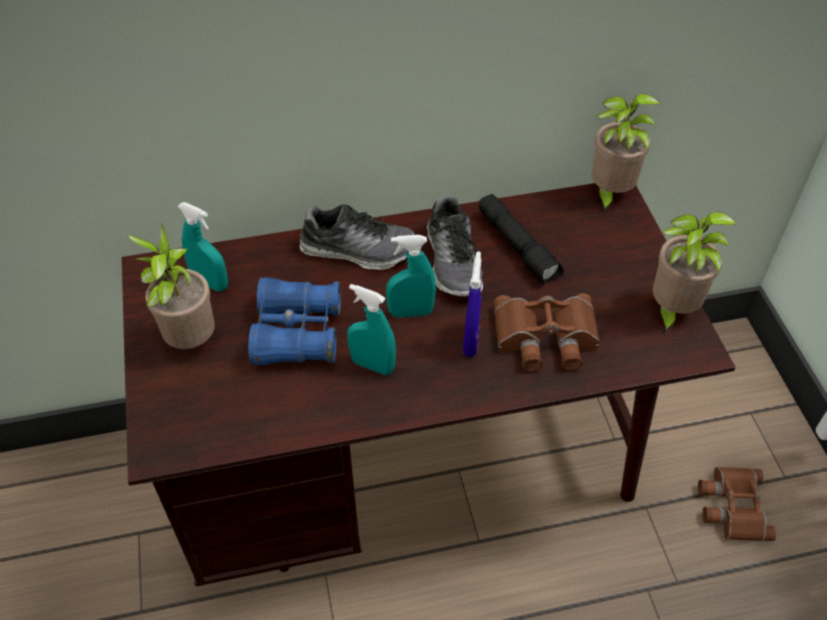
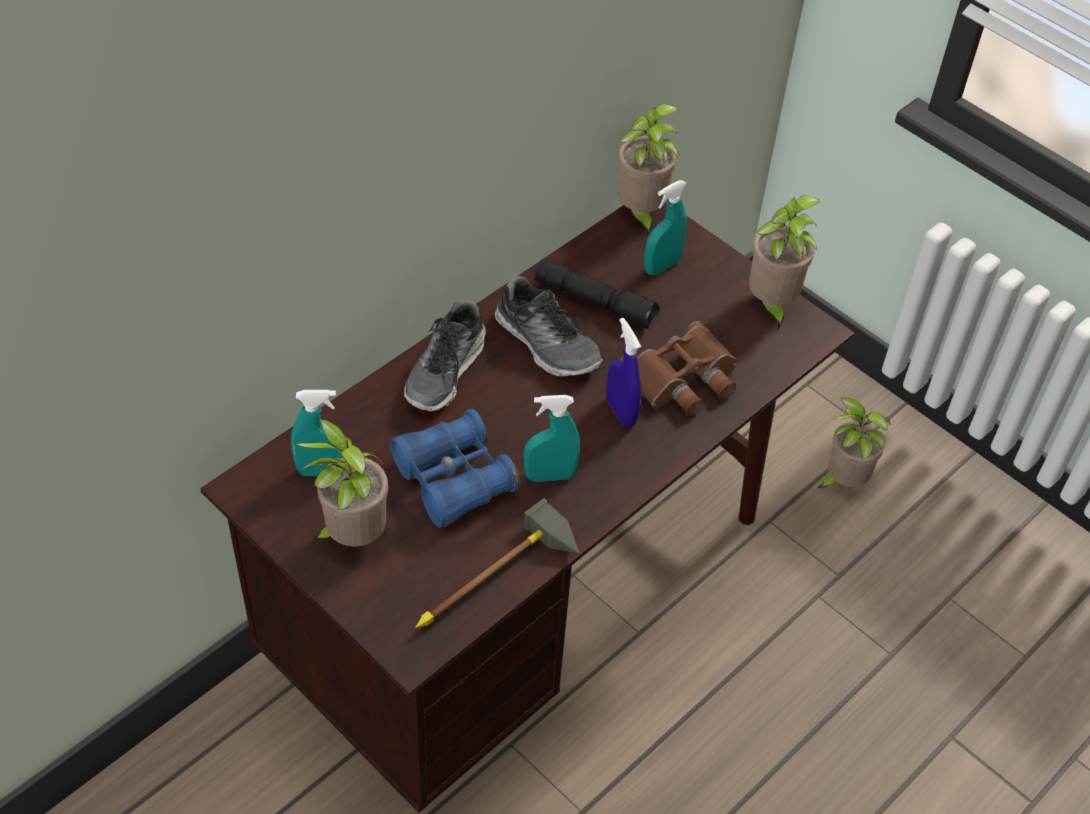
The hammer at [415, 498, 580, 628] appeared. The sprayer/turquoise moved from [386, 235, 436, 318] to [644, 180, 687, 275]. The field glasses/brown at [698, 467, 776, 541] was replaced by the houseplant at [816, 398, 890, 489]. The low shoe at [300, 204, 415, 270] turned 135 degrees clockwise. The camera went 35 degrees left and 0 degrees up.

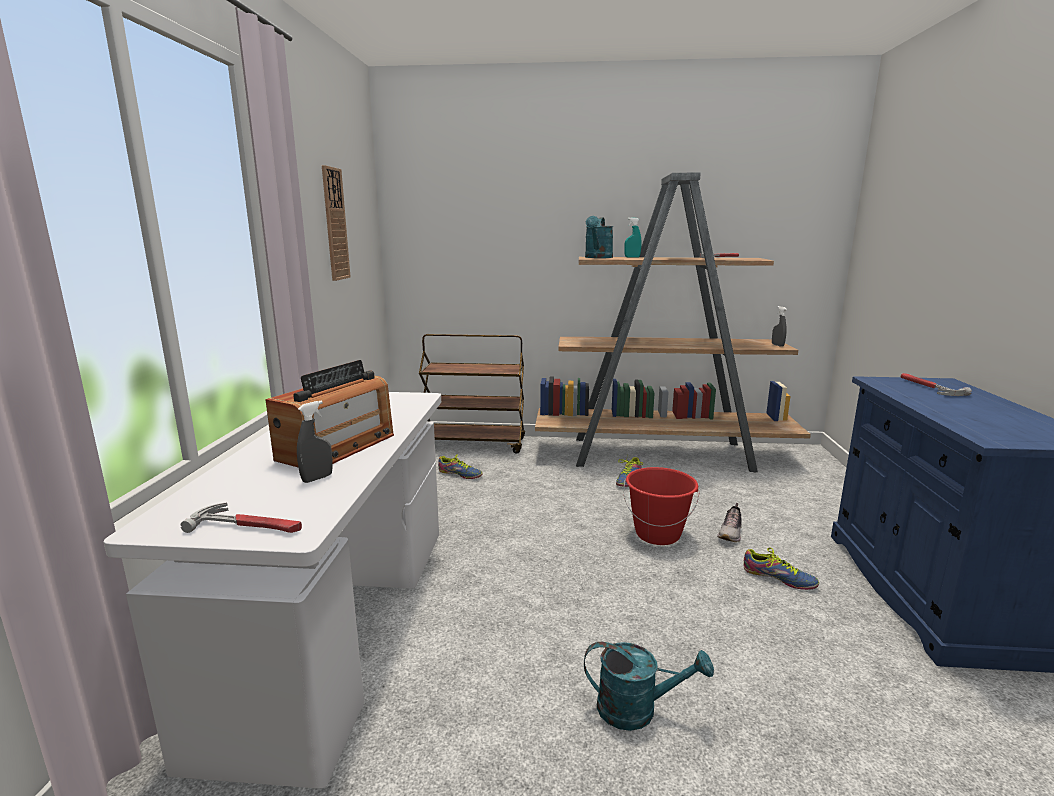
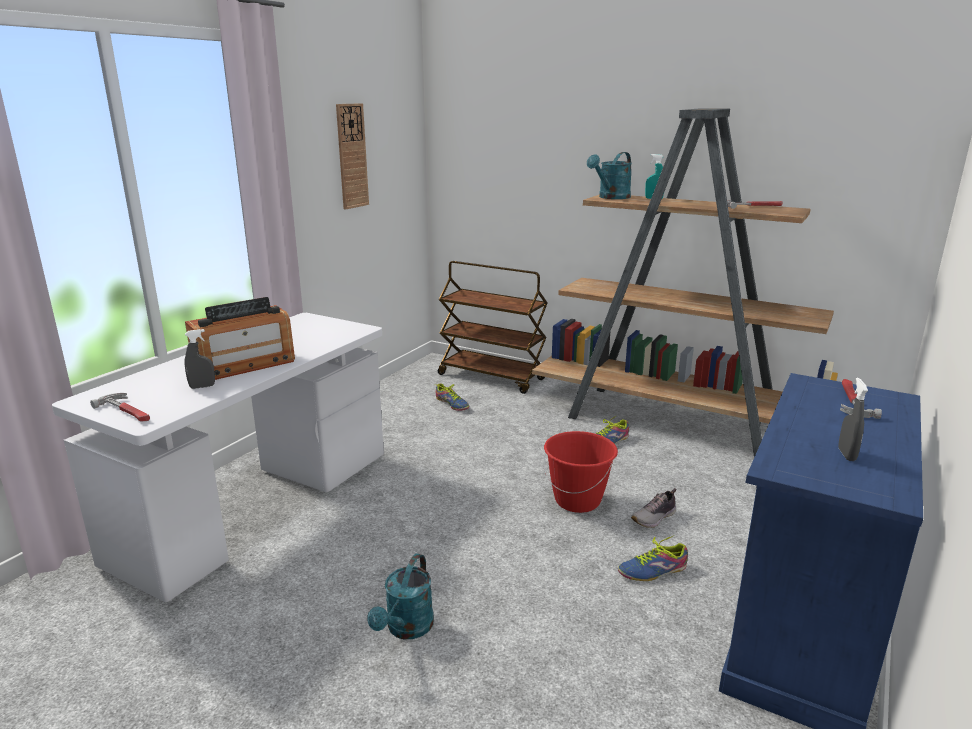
The sprayer/grey moved from [772, 306, 787, 347] to [838, 378, 868, 461]. The watering pot/turquoise at [584, 642, 714, 731] turned 75 degrees clockwise. The low shoe at [744, 548, 819, 590] turned 105 degrees clockwise. The camera went 25 degrees right and 5 degrees up.

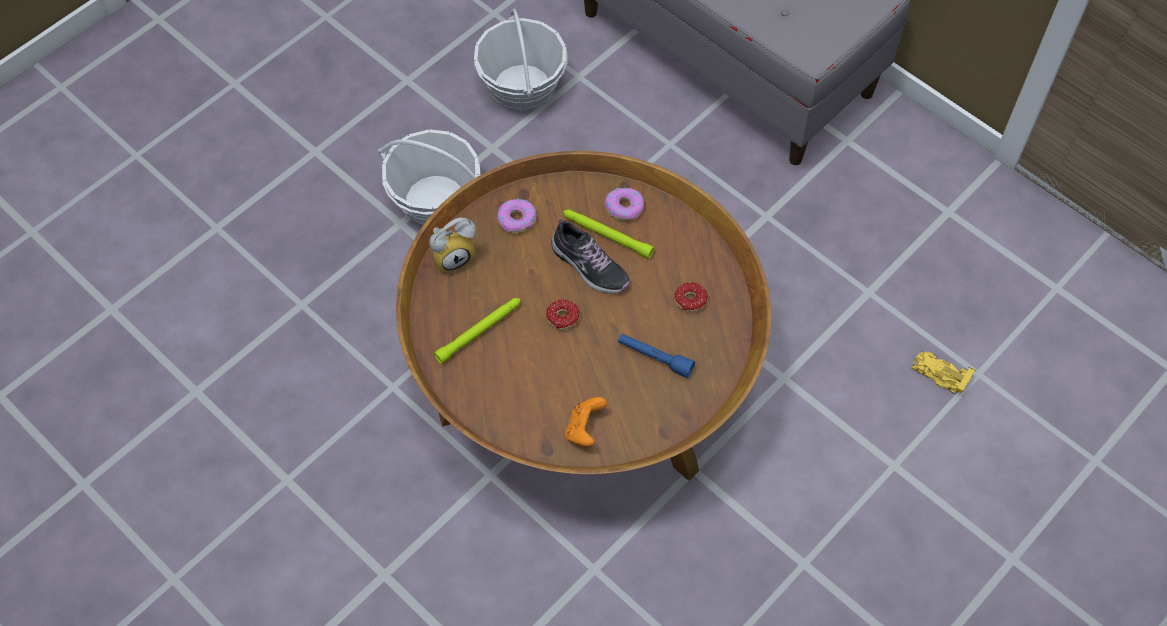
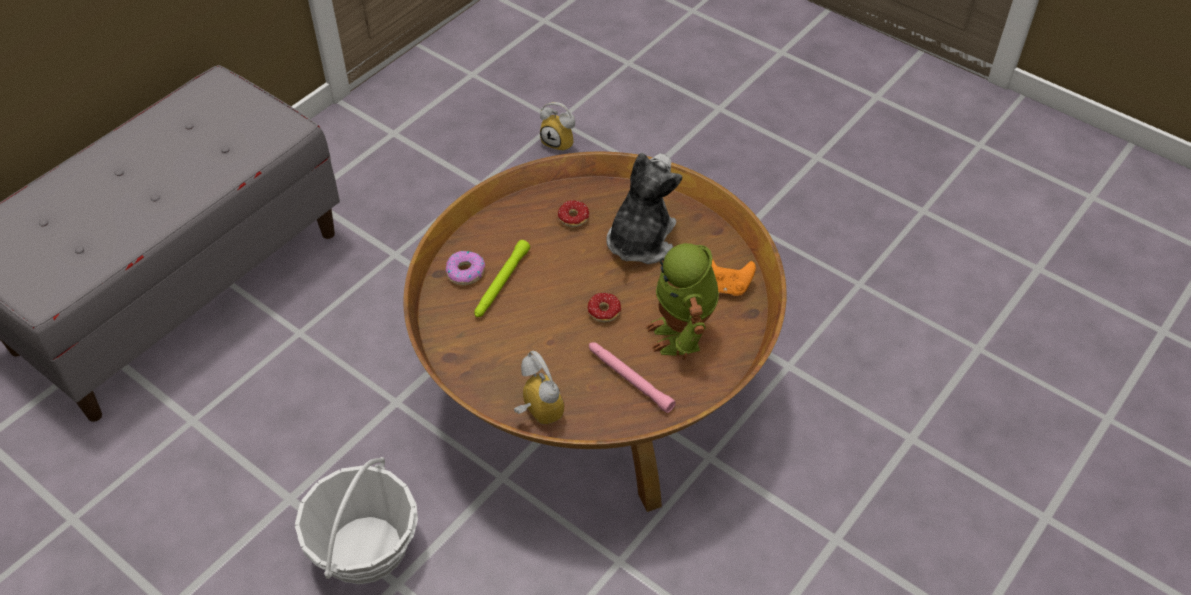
The household basket at [474, 9, 568, 112] disappeared. The donut at [497, 198, 537, 233] disappeared. The low shoe at [551, 218, 630, 293] disappeared. The robot figure at [646, 243, 719, 360] appeared. The hand torch/blue at [618, 333, 695, 378] was replaced by the plush toy at [607, 153, 682, 264]. The toy car/yellowish at [910, 351, 976, 394] was replaced by the bedside clock at [540, 102, 575, 152]. The hand torch/greenish at [434, 298, 521, 364] became the hand torch/pink at [589, 342, 676, 413]. The camera went 95 degrees left and 10 degrees down.

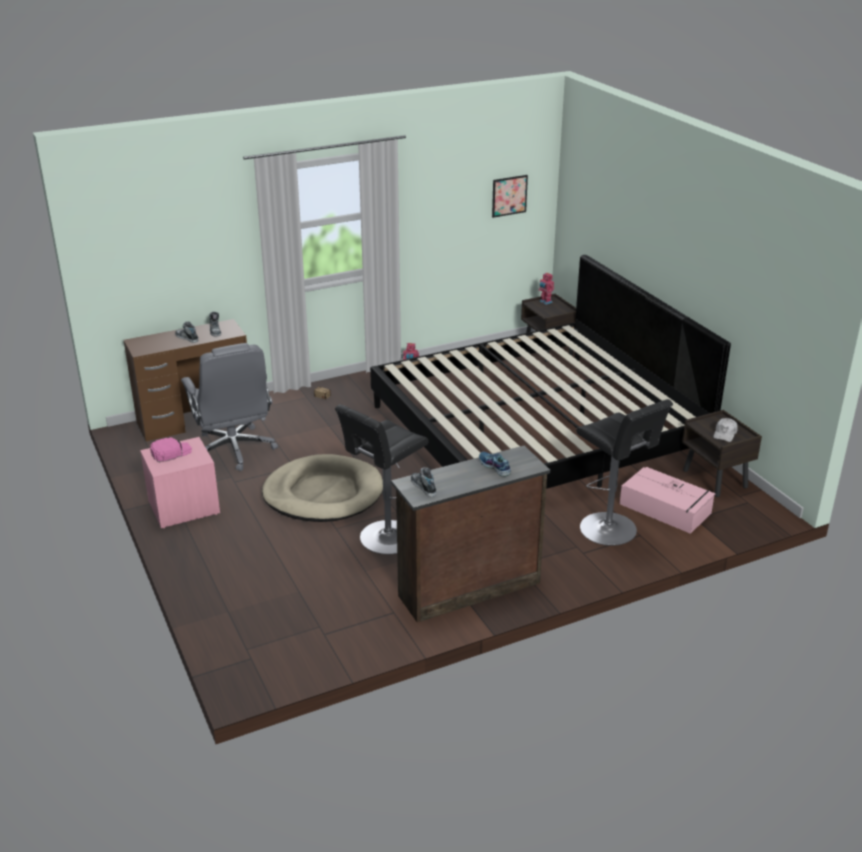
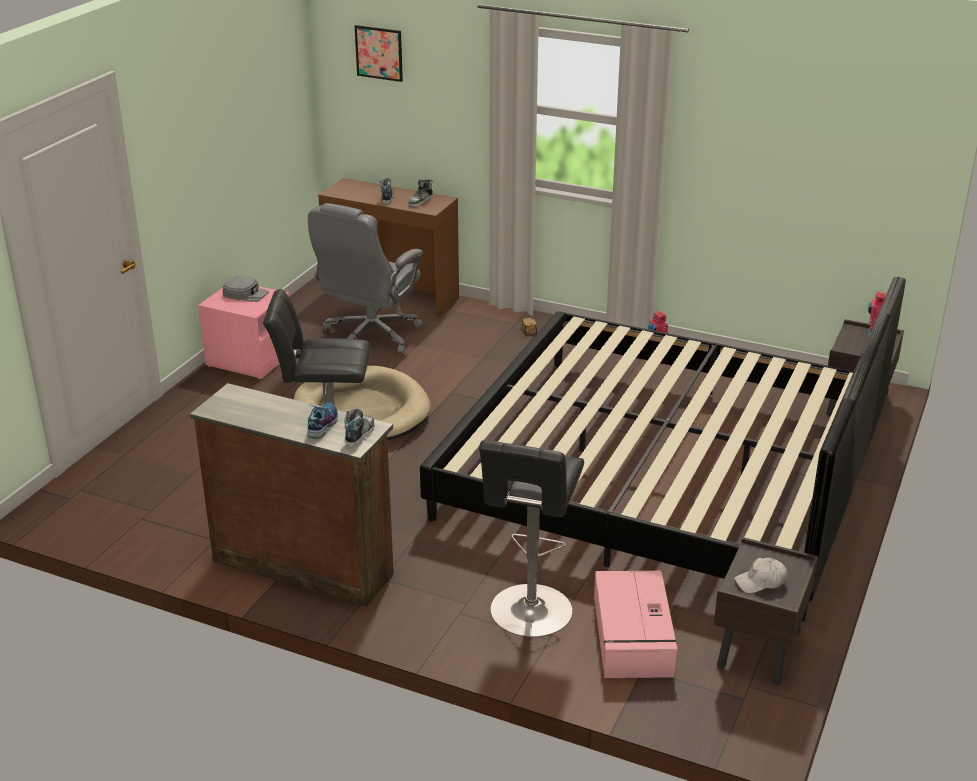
The low shoe moved from [411, 467, 436, 497] to [344, 408, 374, 447]. The picture moved from [492, 175, 528, 218] to [355, 25, 403, 82]. The peaked cap/pink at [150, 437, 192, 462] became the peaked cap/grey at [222, 276, 269, 302]. The camera went 50 degrees right and 0 degrees up.

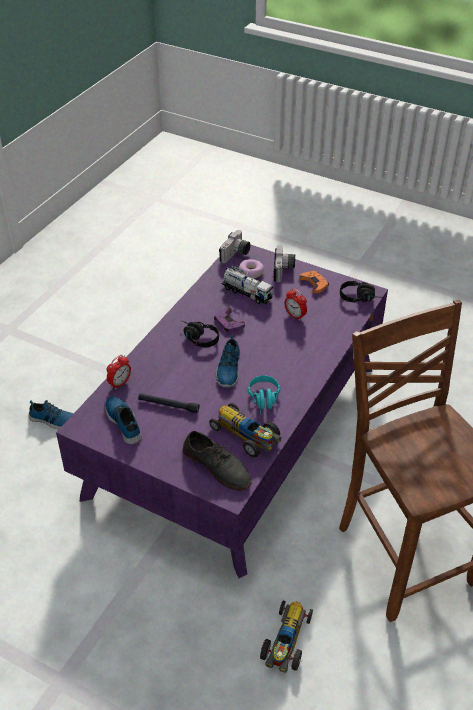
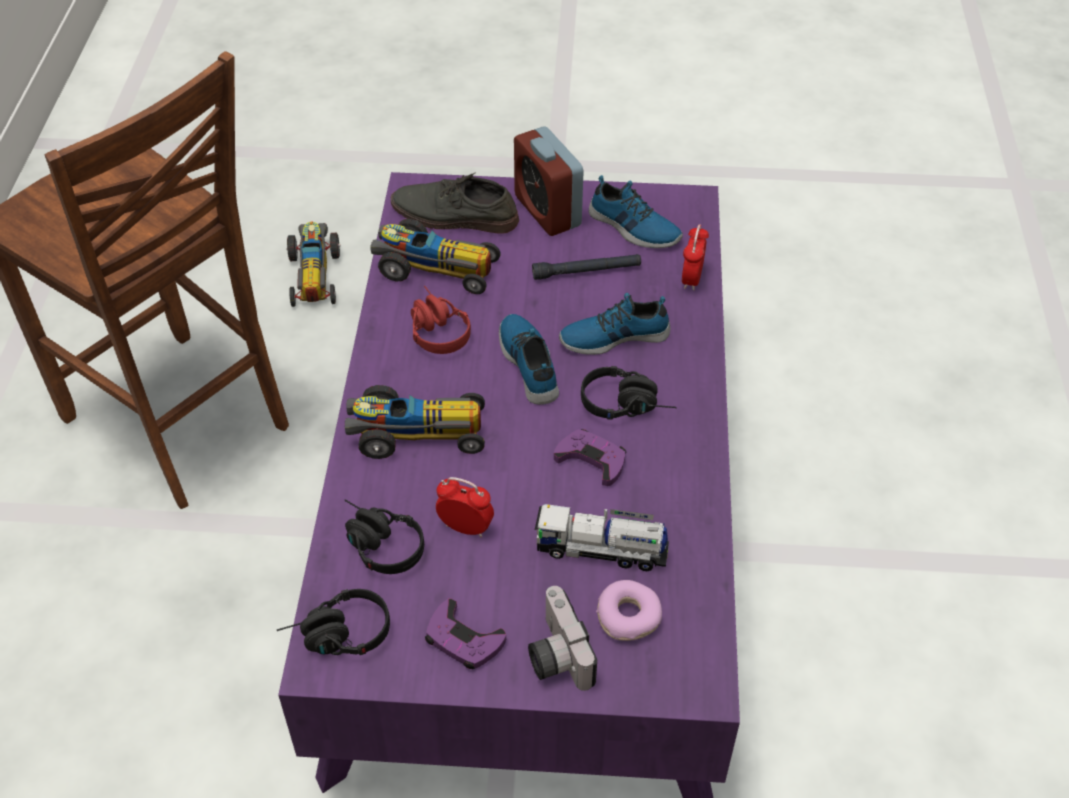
The photo camera at [219, 230, 251, 263] disappeared. The headset/black-coloured at [344, 499, 424, 574] appeared. The toy car at [345, 385, 485, 459] appeared. The bedside clock at [514, 126, 584, 236] appeared. The low shoe moved from [29, 400, 74, 429] to [559, 293, 670, 355]. The headset/turquoise at [248, 375, 280, 414] became the headset/red-coloured at [411, 286, 471, 354]. The gamepad/orange-coloured at [299, 271, 329, 293] became the gamepad/purple-coloured at [425, 599, 506, 669]. The camera went 155 degrees right and 5 degrees up.

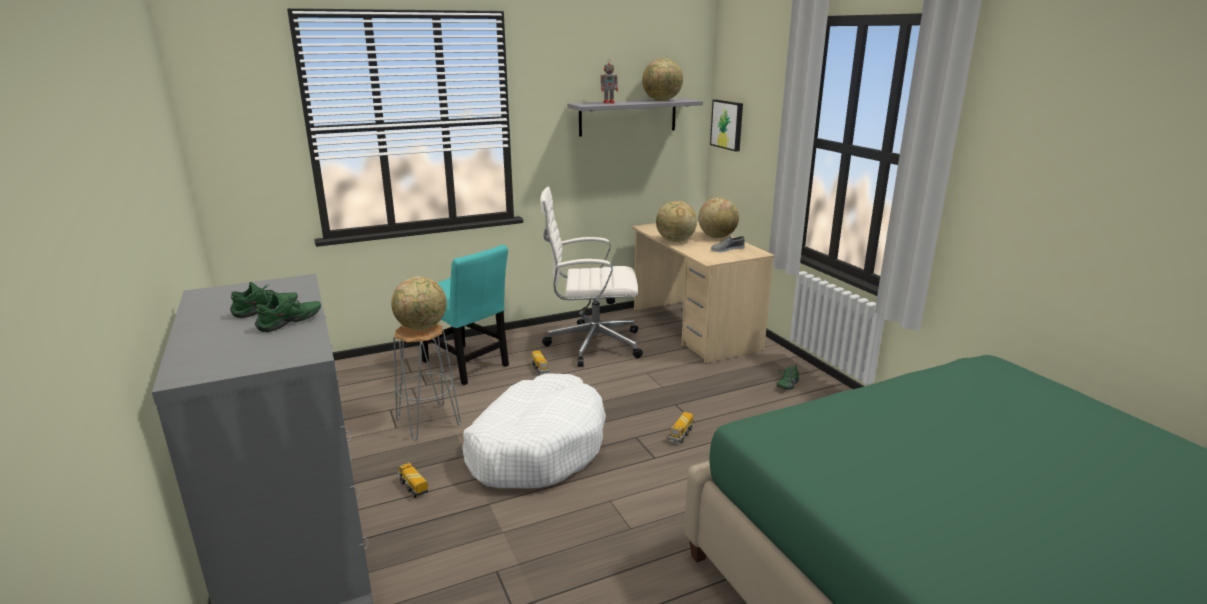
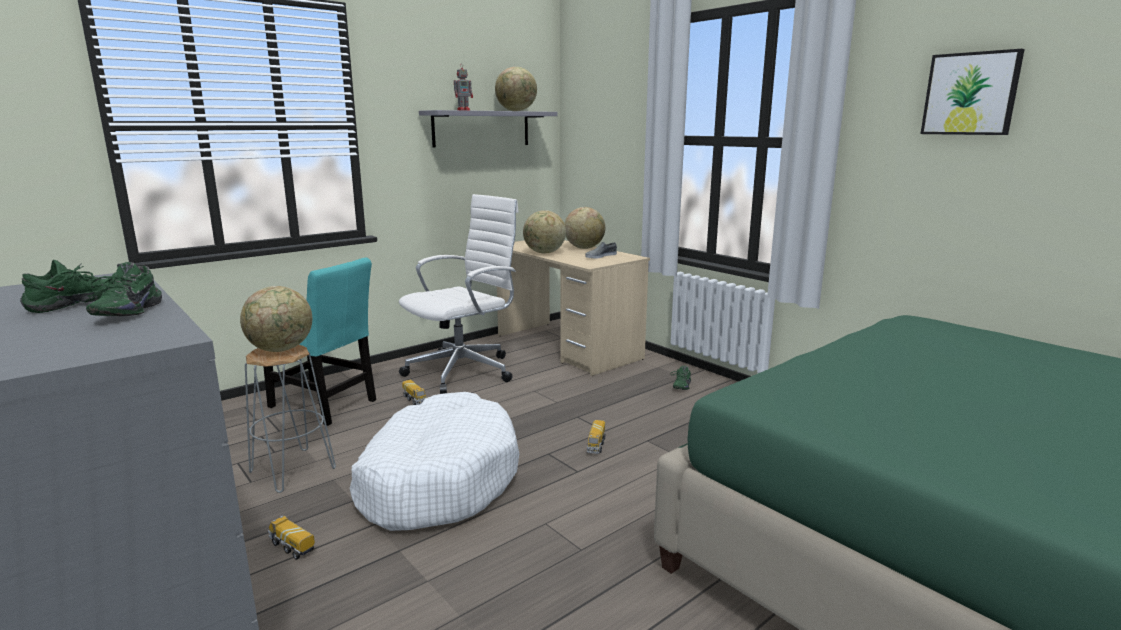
The picture moved from [710, 100, 743, 151] to [920, 49, 1025, 135]. The low shoe/greenish at [255, 293, 321, 332] turned 150 degrees clockwise. The computer chair/whitish at [540, 187, 643, 367] turned 150 degrees clockwise. The camera went 15 degrees left and 5 degrees down.

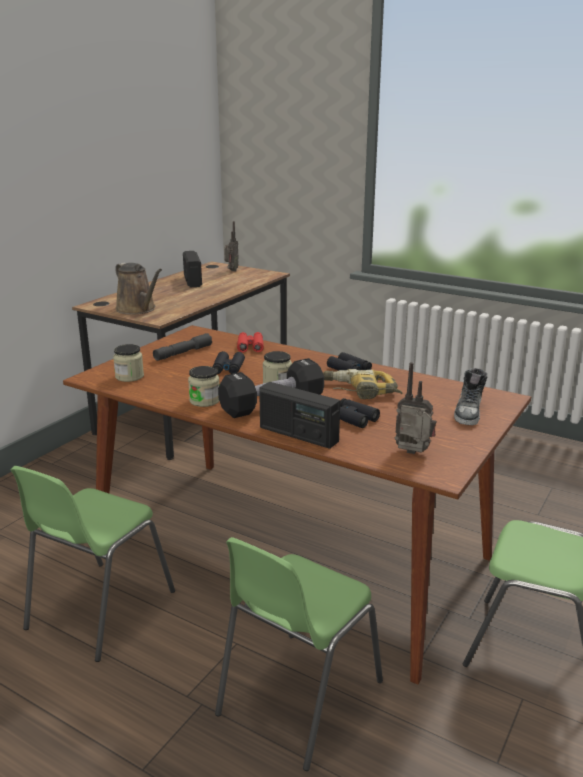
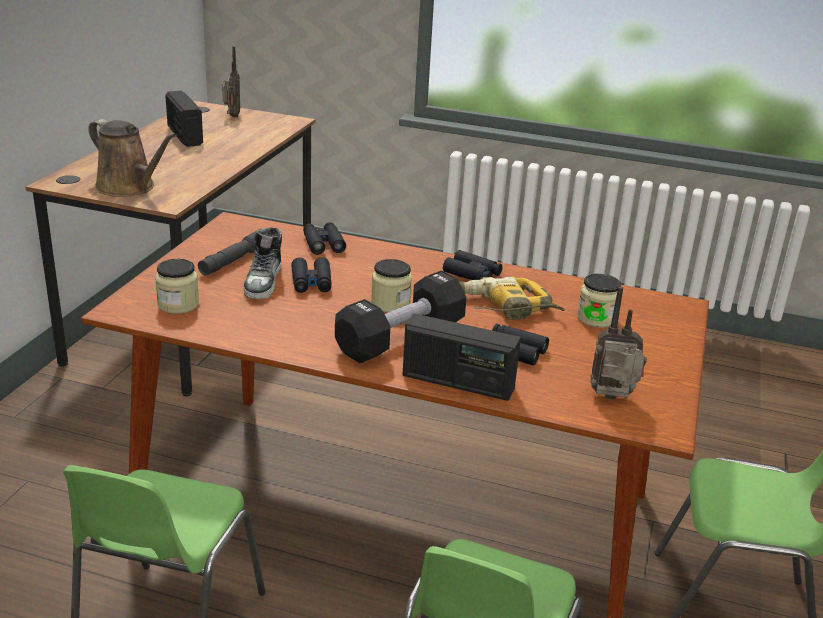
The jar moved from [188, 366, 219, 407] to [577, 274, 621, 328]. The low shoe moved from [454, 368, 488, 425] to [243, 227, 282, 299]. The field glasses/red-coloured at [237, 332, 264, 353] became the field glasses/black-coloured at [303, 222, 346, 255]. The camera went 15 degrees left and 5 degrees up.

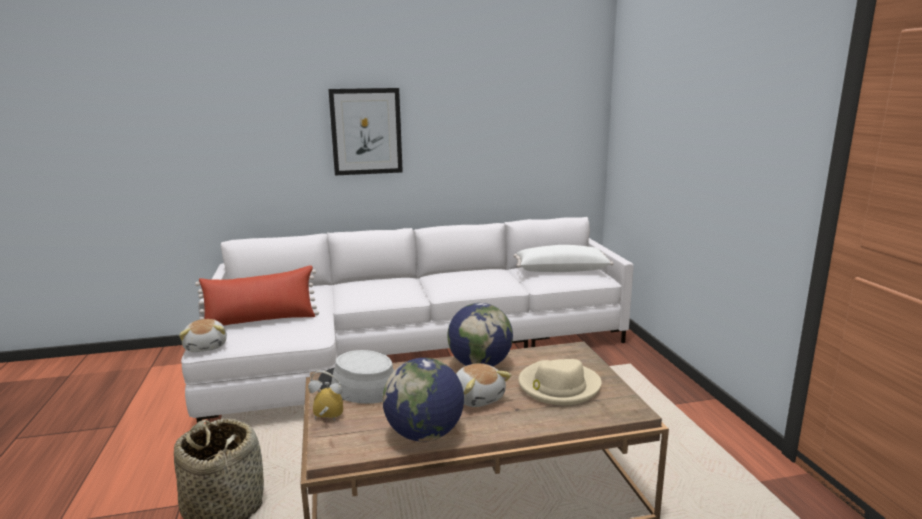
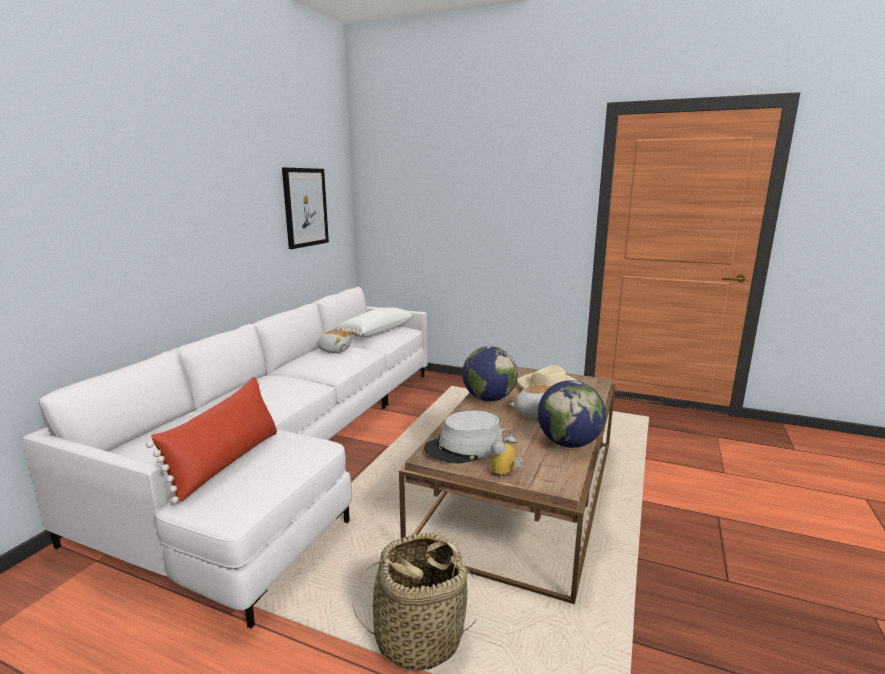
The plush toy moved from [179, 319, 227, 352] to [316, 329, 353, 353]. The picture moved from [328, 88, 403, 176] to [282, 168, 329, 249]. The camera went 55 degrees left and 0 degrees up.

